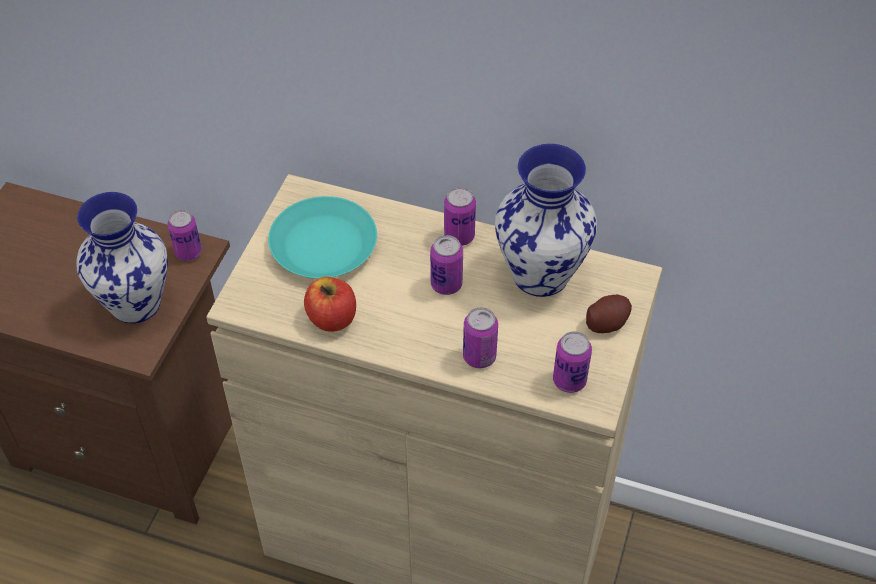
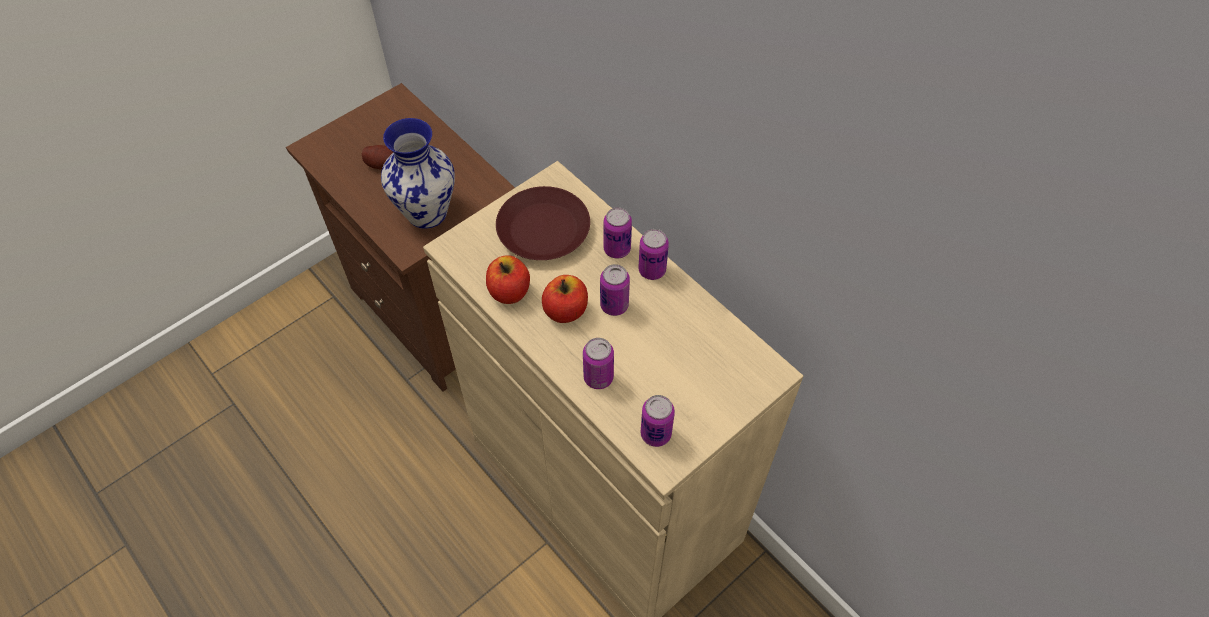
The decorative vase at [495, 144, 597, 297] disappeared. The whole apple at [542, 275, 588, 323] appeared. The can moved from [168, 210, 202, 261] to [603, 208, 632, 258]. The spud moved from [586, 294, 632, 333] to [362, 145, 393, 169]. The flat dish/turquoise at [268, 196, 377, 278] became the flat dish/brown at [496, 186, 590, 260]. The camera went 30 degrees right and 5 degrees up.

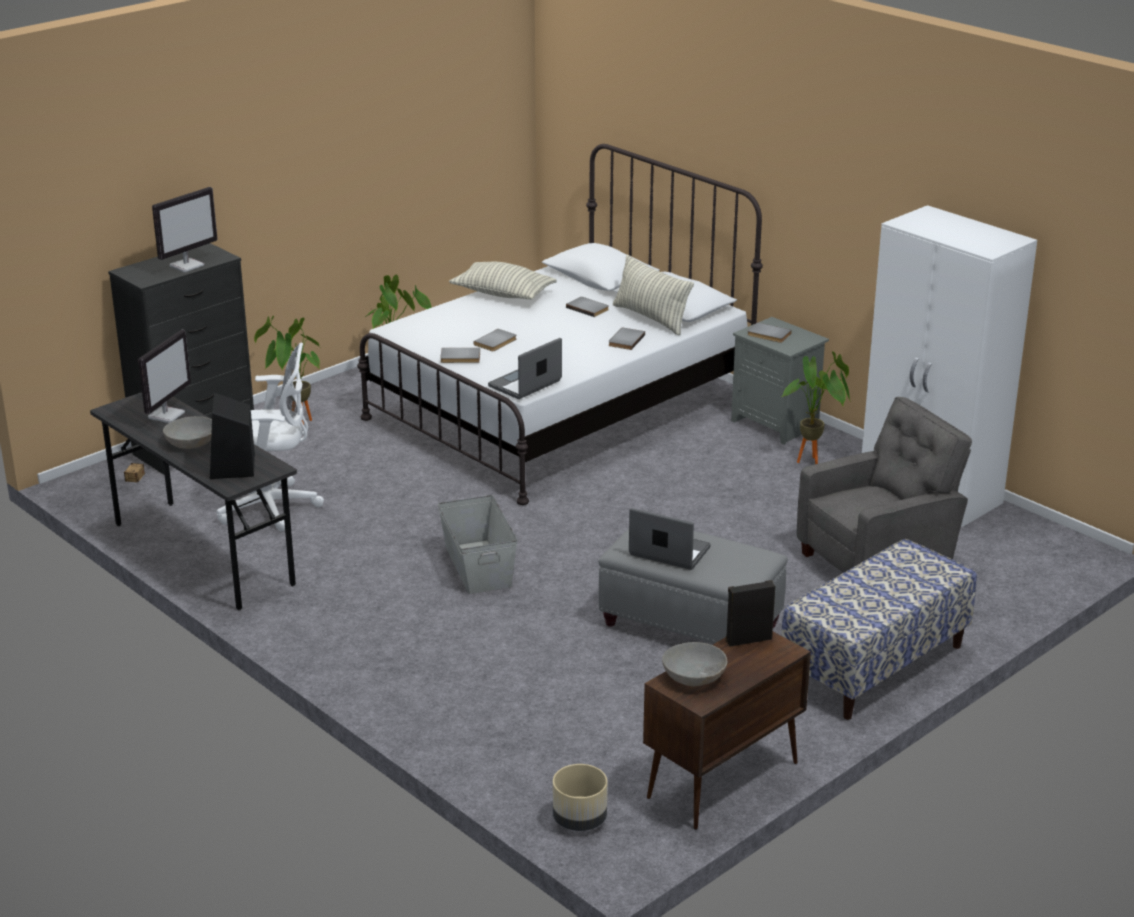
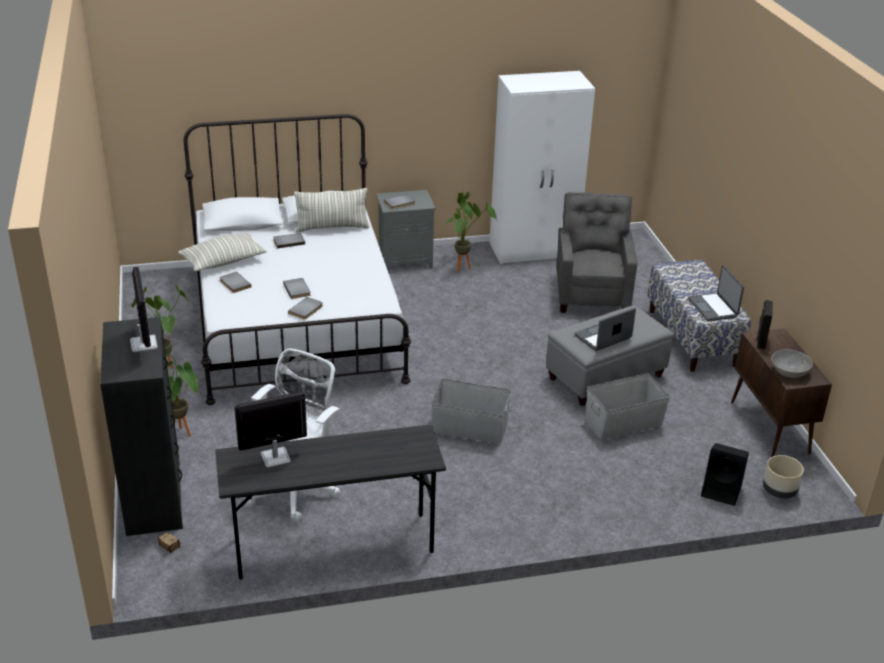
The bowl/grey at [163, 416, 212, 449] disappeared. The storage box/grey at [586, 373, 670, 440] appeared. The loudspeaker/black-coloured moved from [210, 393, 255, 479] to [701, 443, 749, 506]. The laptop moved from [488, 338, 562, 399] to [688, 265, 744, 321]. The bound book/grey moved from [609, 327, 645, 350] to [219, 272, 251, 293]. The computer display at [138, 329, 191, 423] turned 75 degrees counterclockwise. The camera went 60 degrees left and 5 degrees up.

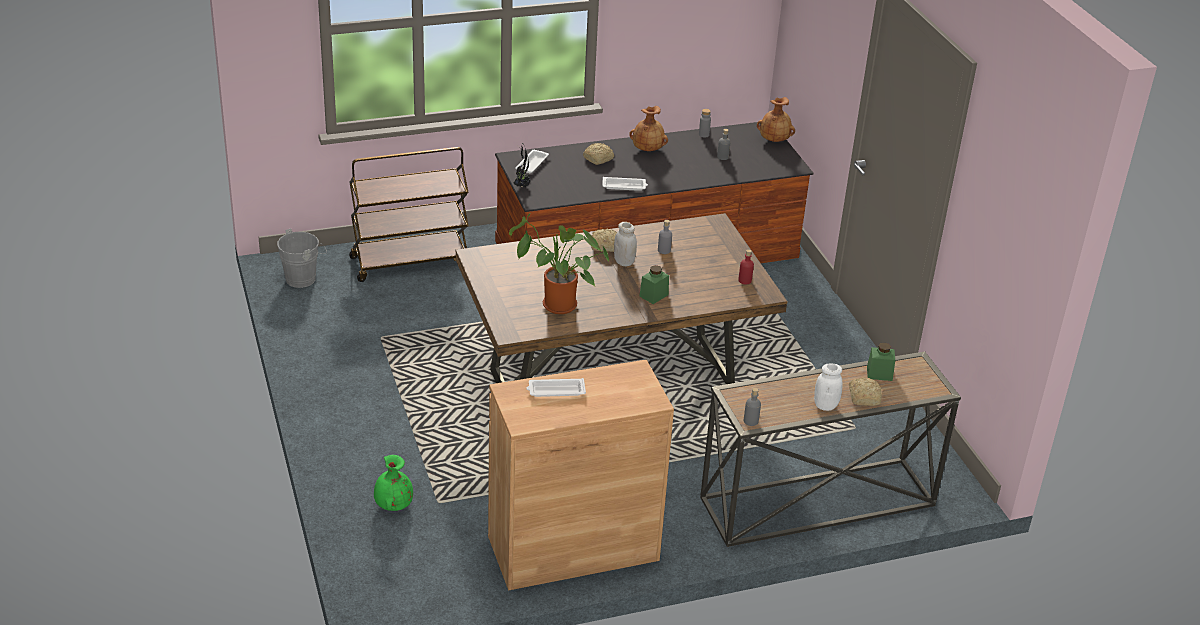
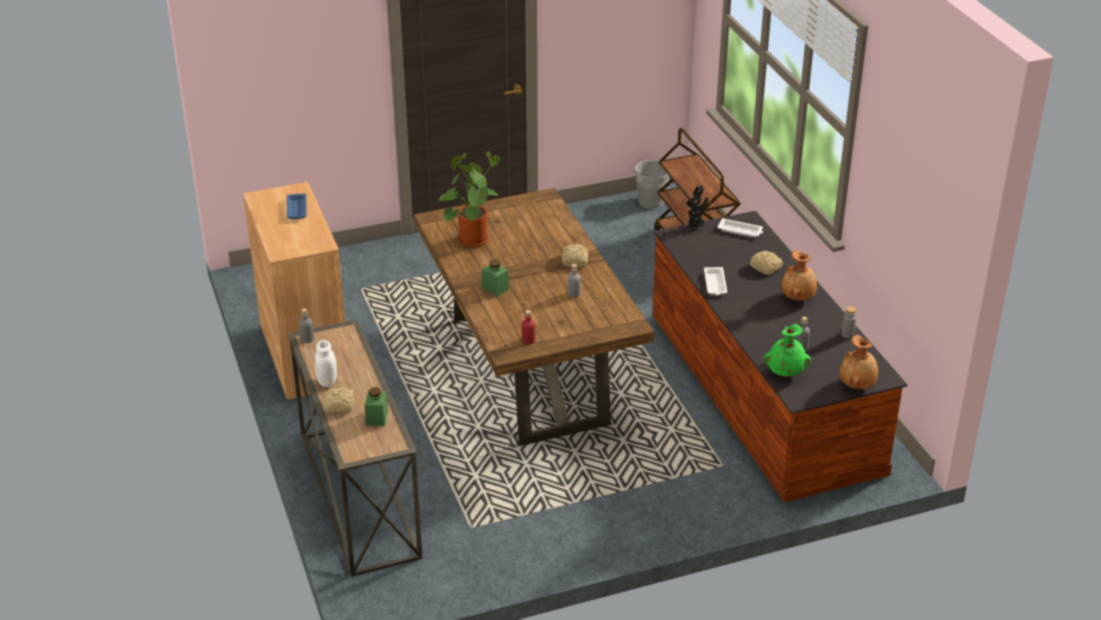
The jar/whitish at [614, 222, 637, 266] disappeared. The decorative vase/greenish moved from [374, 455, 413, 511] to [764, 324, 811, 377]. The serving tray/whitish at [526, 378, 586, 397] became the serving tray/blue at [287, 194, 307, 219]. The camera went 90 degrees right and 0 degrees up.

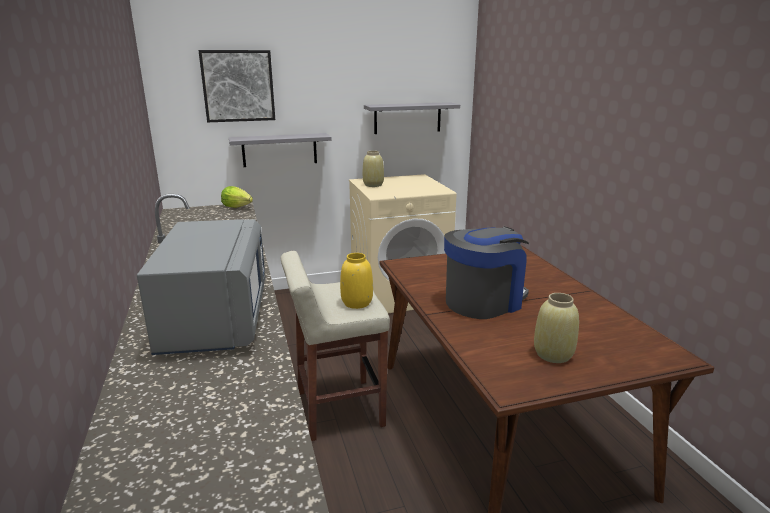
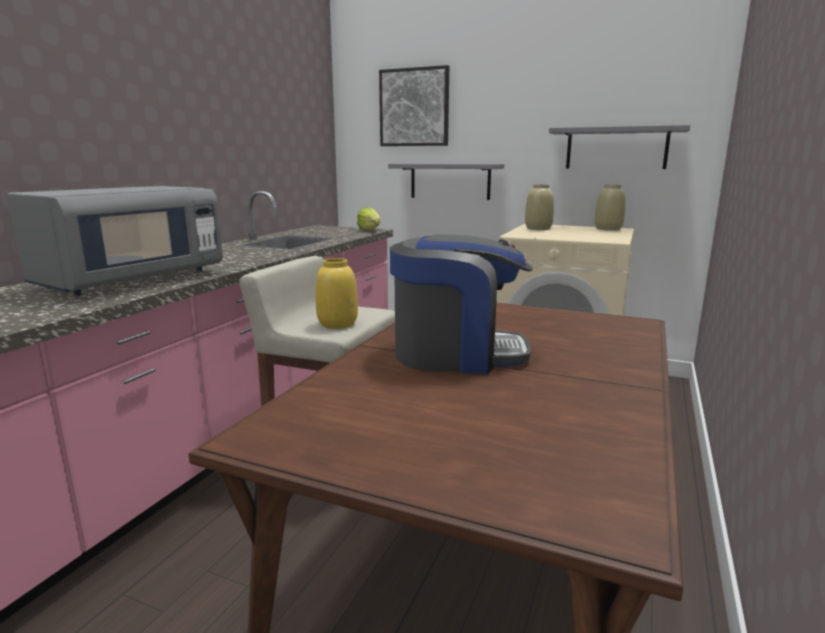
The decorative vase/beige-coloured moved from [534, 293, 579, 363] to [595, 184, 626, 231]. The camera went 40 degrees right and 5 degrees down.

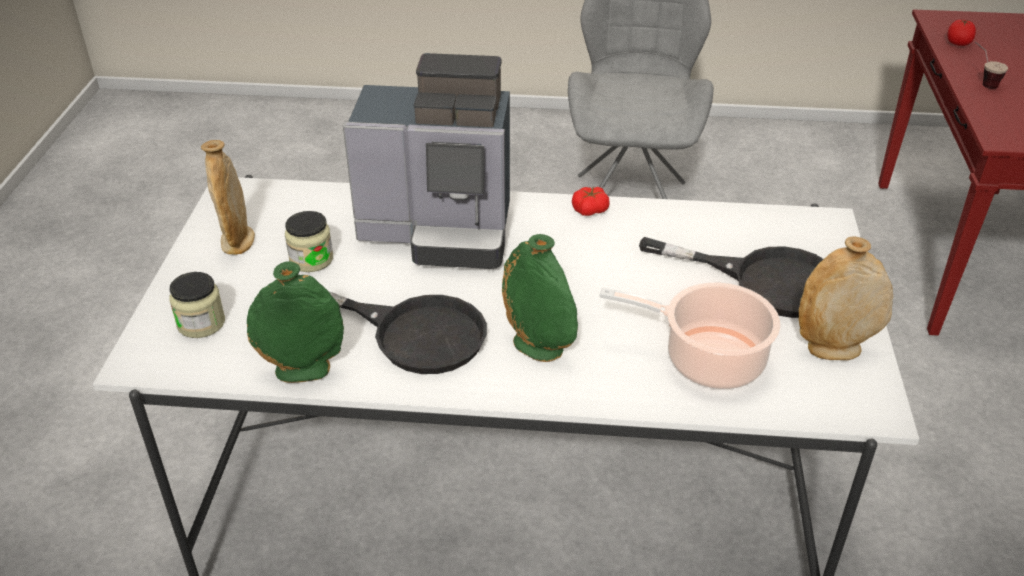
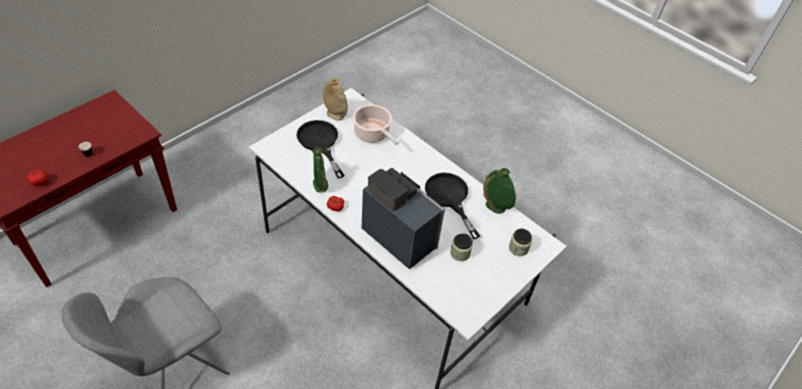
The decorative vase/beige-coloured at [201, 140, 255, 254] disappeared. The decorative vase/greenish moved from [502, 234, 578, 362] to [312, 147, 328, 193]. The camera went 145 degrees left and 10 degrees up.

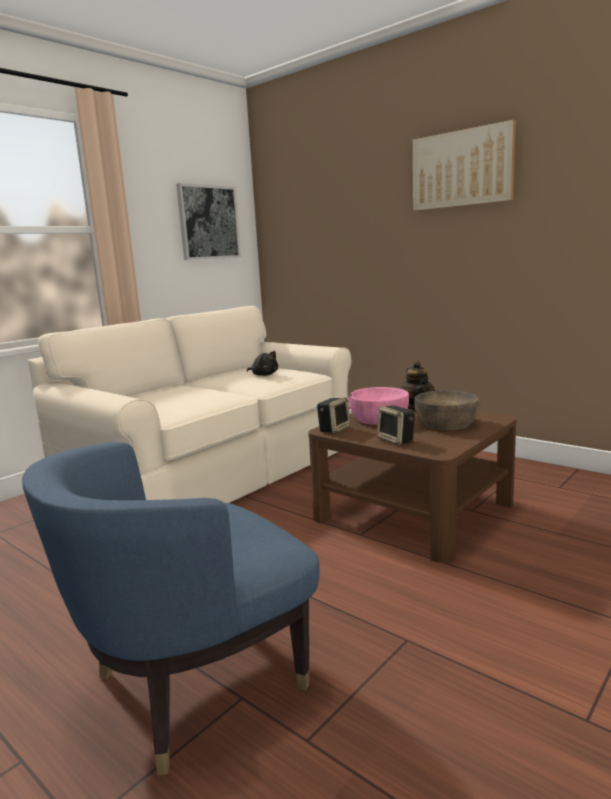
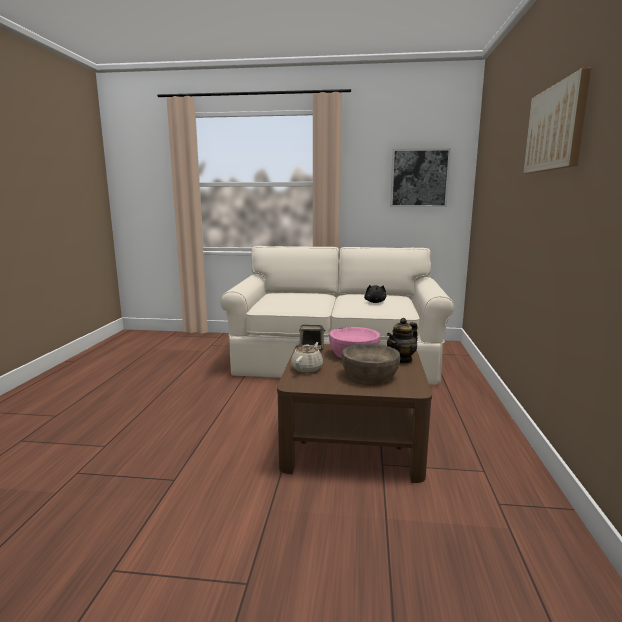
The armchair/blue at [22, 442, 320, 775] disappeared. The loudspeaker at [377, 406, 415, 445] was replaced by the teapot/beige-coloured at [291, 342, 323, 373]. The camera went 55 degrees right and 0 degrees up.

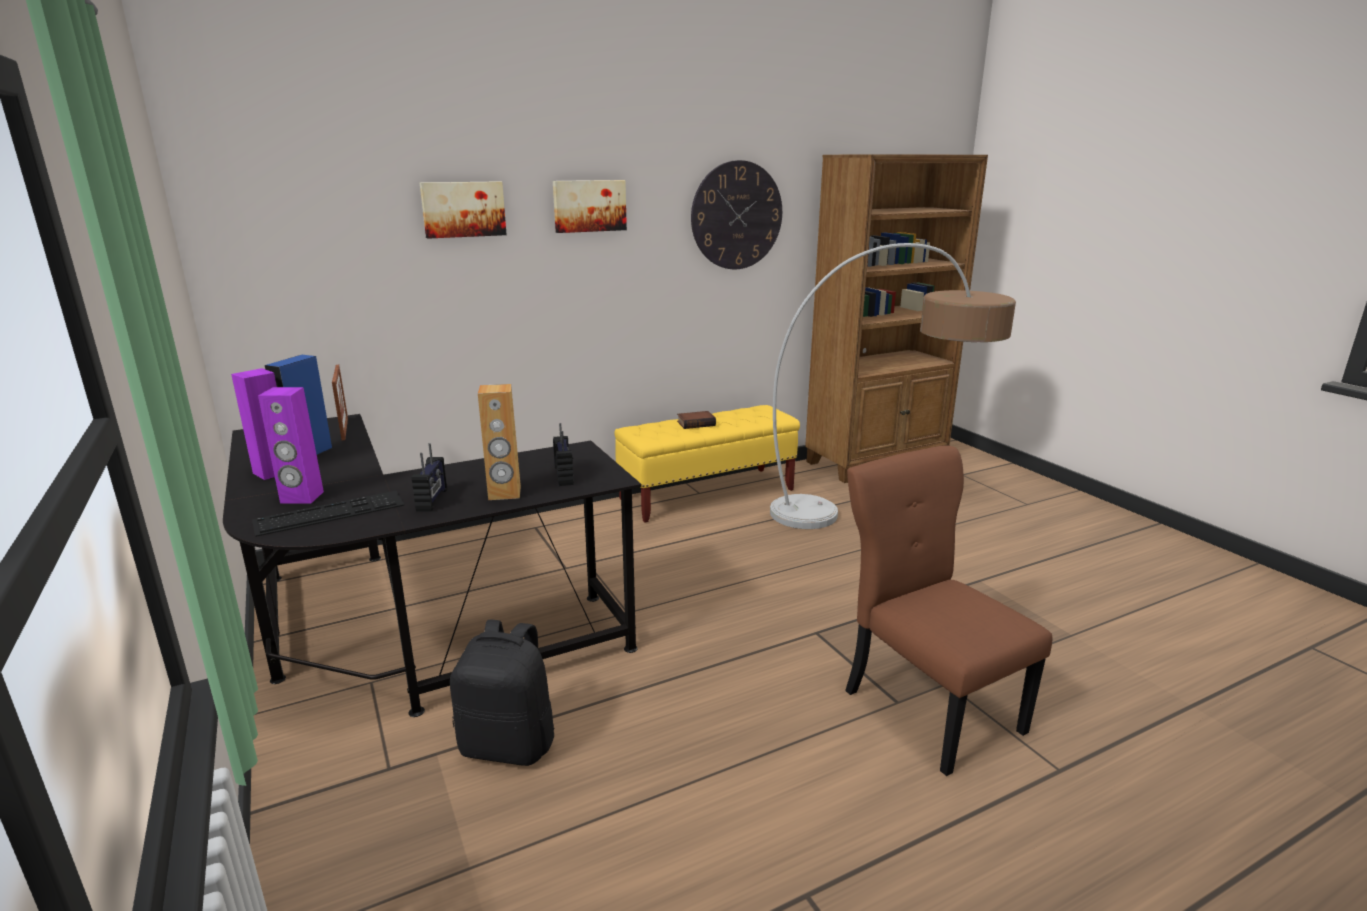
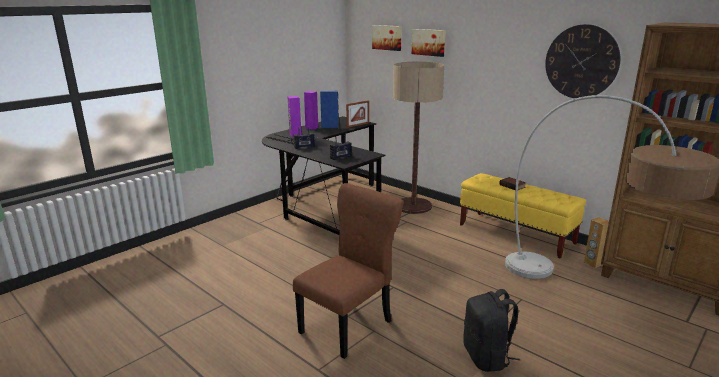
The standing lamp at [393, 62, 444, 214] appeared. The backpack/black-coloured moved from [450, 620, 554, 766] to [463, 289, 520, 372]. The loudspeaker/brown moved from [478, 384, 521, 500] to [584, 217, 609, 268]. The picture moved from [553, 180, 627, 233] to [372, 25, 402, 51]. The camera went 70 degrees right and 0 degrees up.

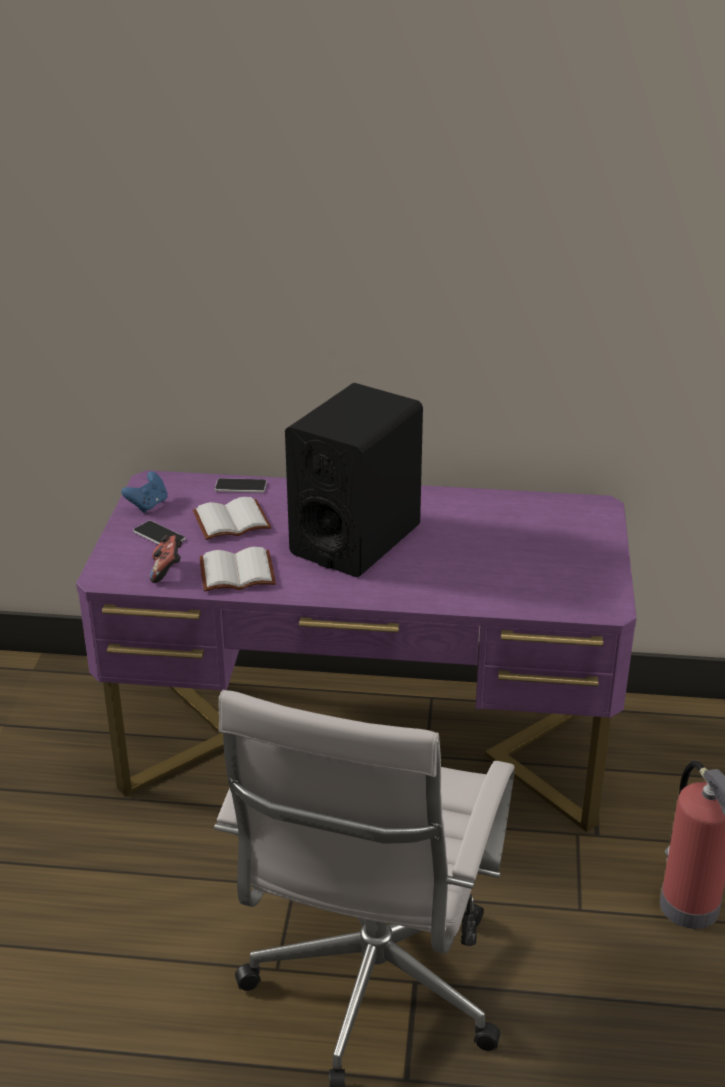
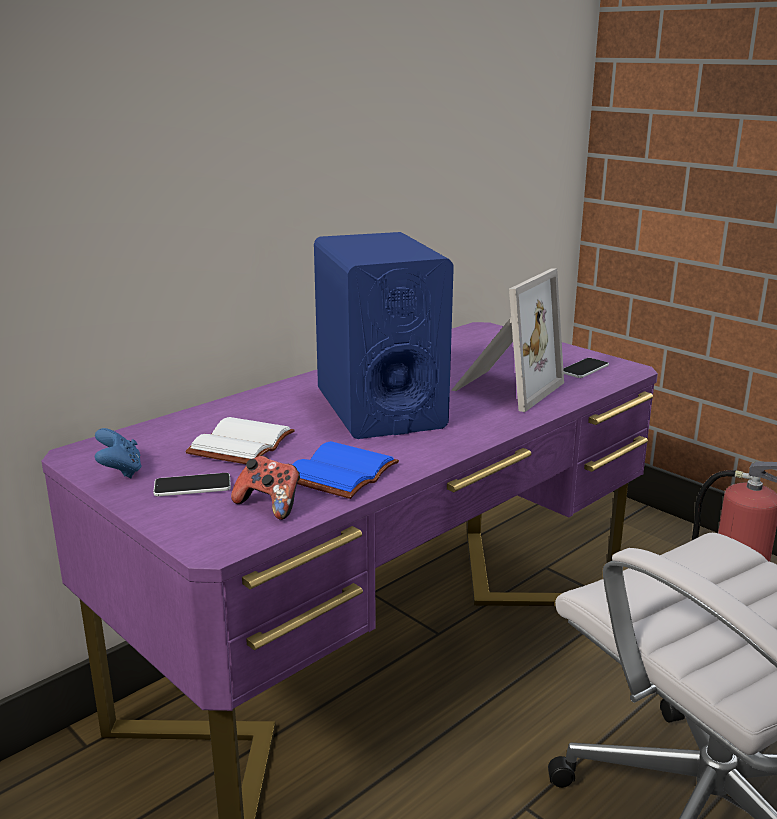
The standing frame at [451, 269, 564, 412] appeared. The telephone moved from [215, 478, 267, 493] to [563, 358, 609, 378]. The bound book/whitish at [200, 547, 276, 591] became the bound book/blue at [292, 441, 399, 499]. The loudspeaker/black-coloured at [285, 383, 423, 577] became the loudspeaker/blue at [314, 232, 454, 439]. The camera went 50 degrees left and 10 degrees down.

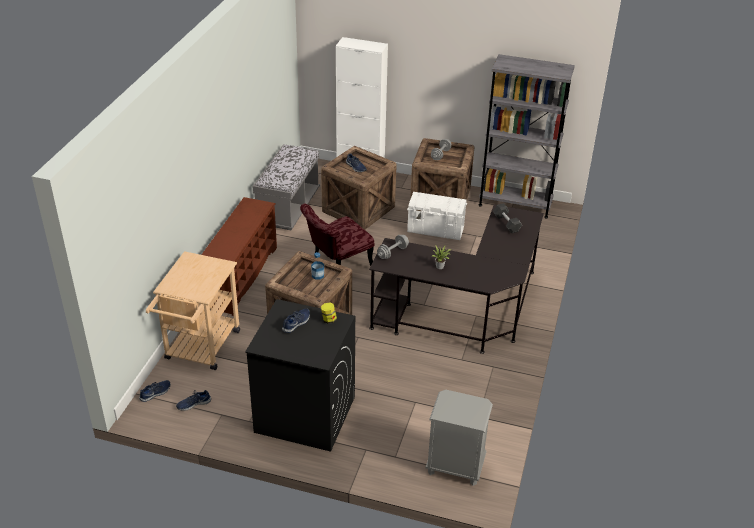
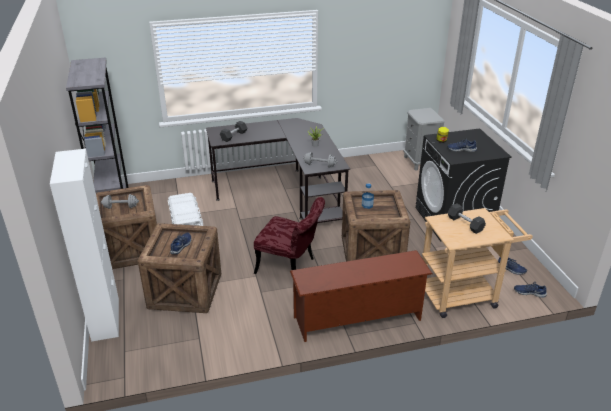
The bench/grey at [252, 144, 320, 230] disappeared. The free weight/black-coloured at [448, 203, 486, 234] appeared. The camera went 120 degrees left and 5 degrees down.

